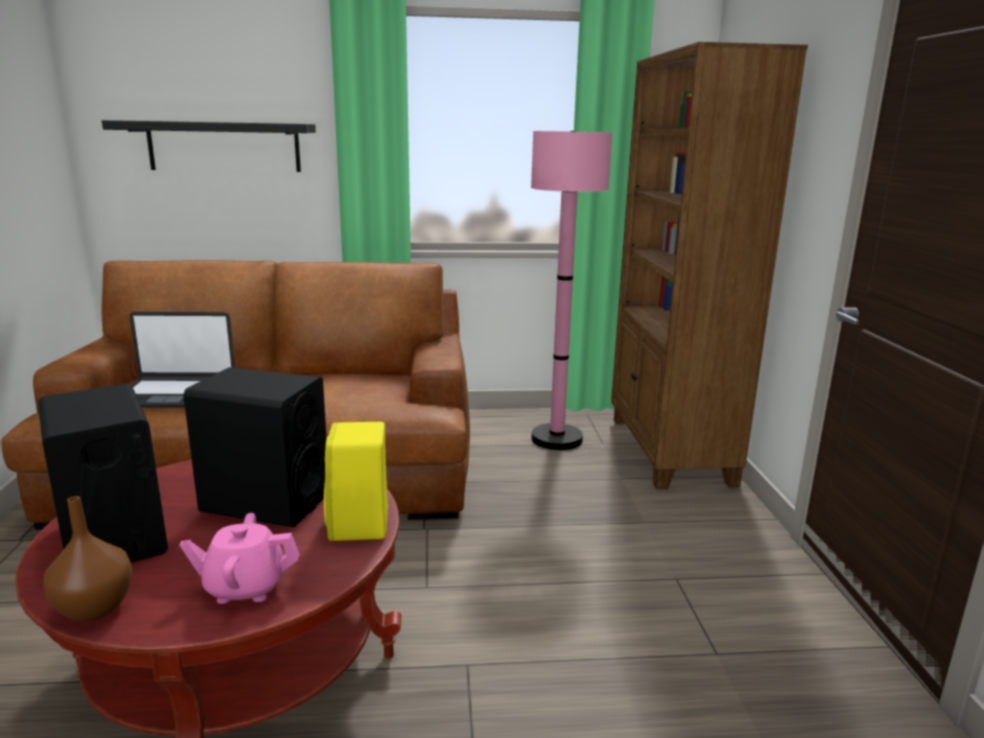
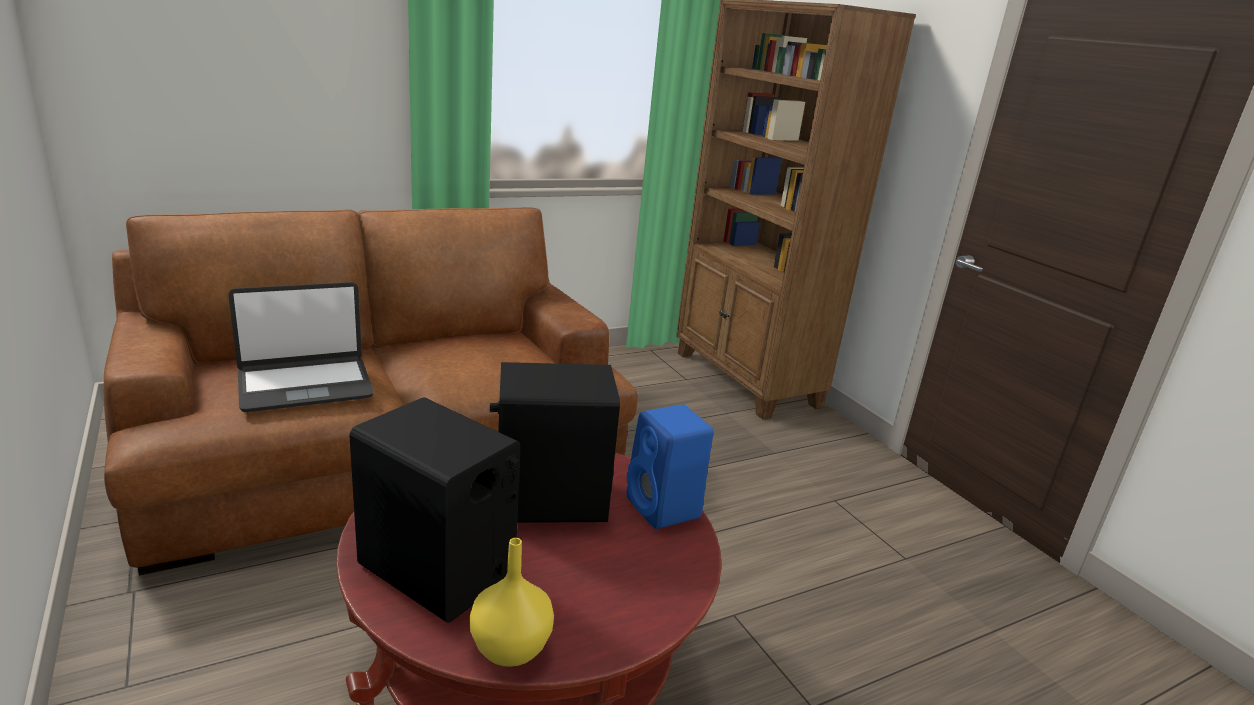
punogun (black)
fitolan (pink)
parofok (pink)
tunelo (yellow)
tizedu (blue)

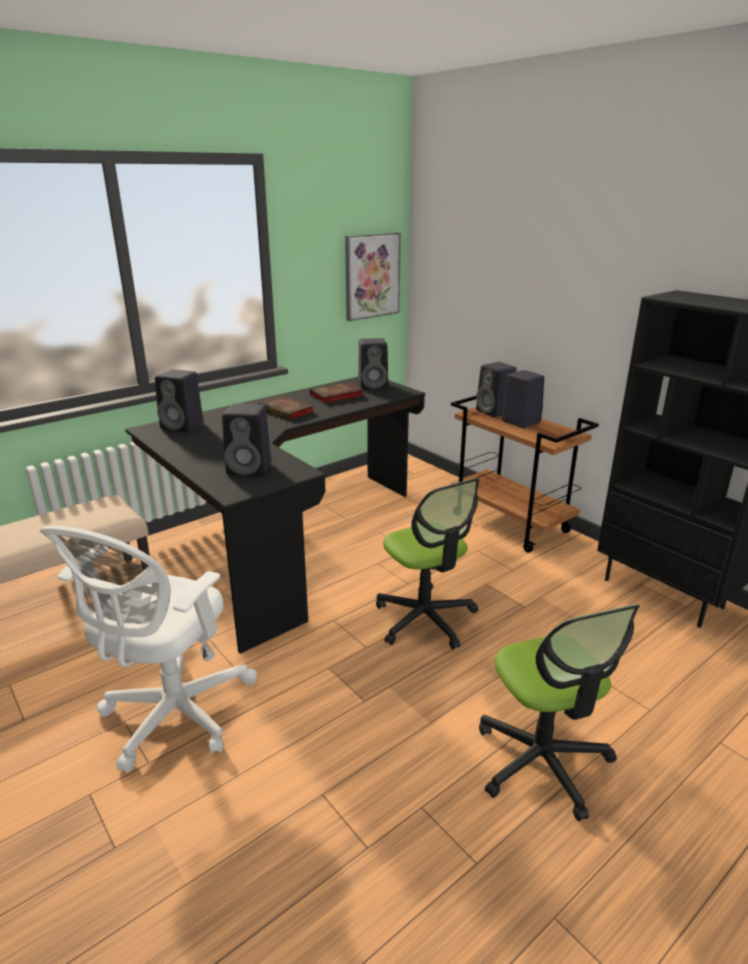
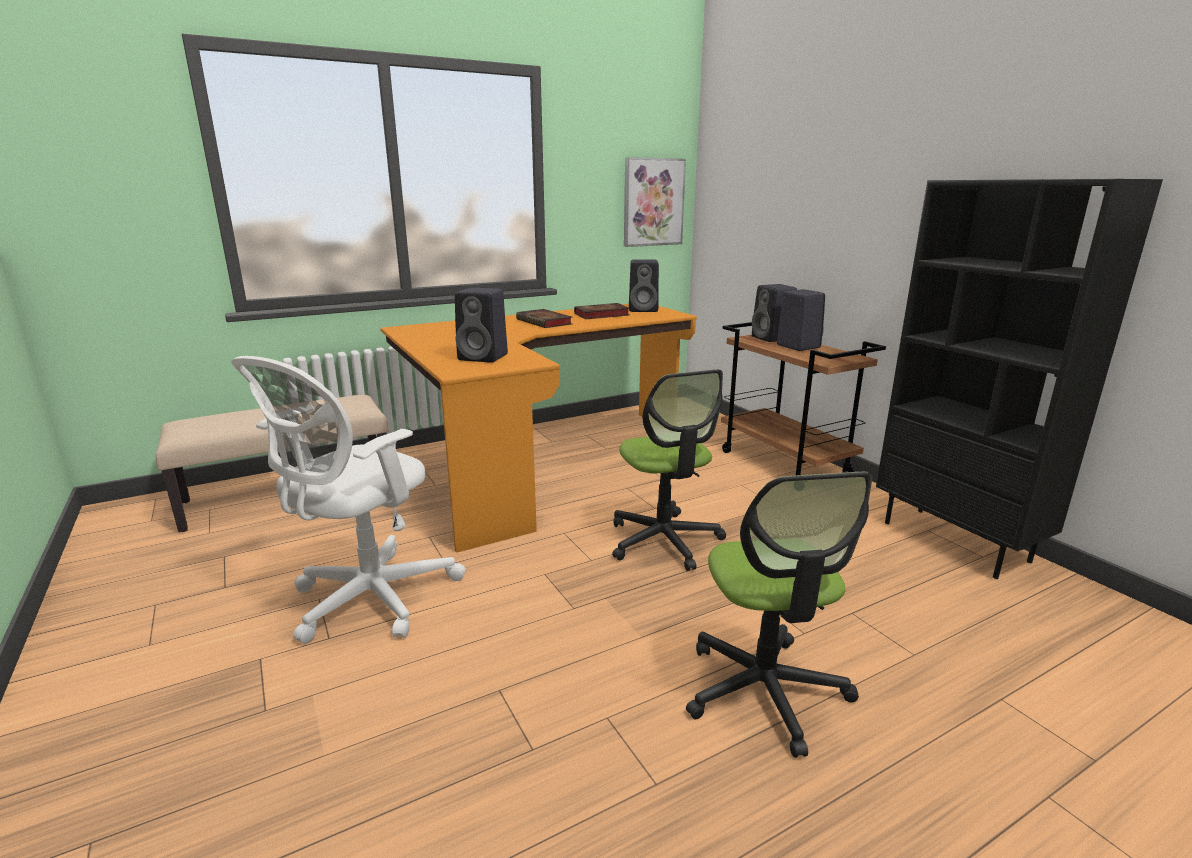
tizedu (black) (1st from left in the first image)
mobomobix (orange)

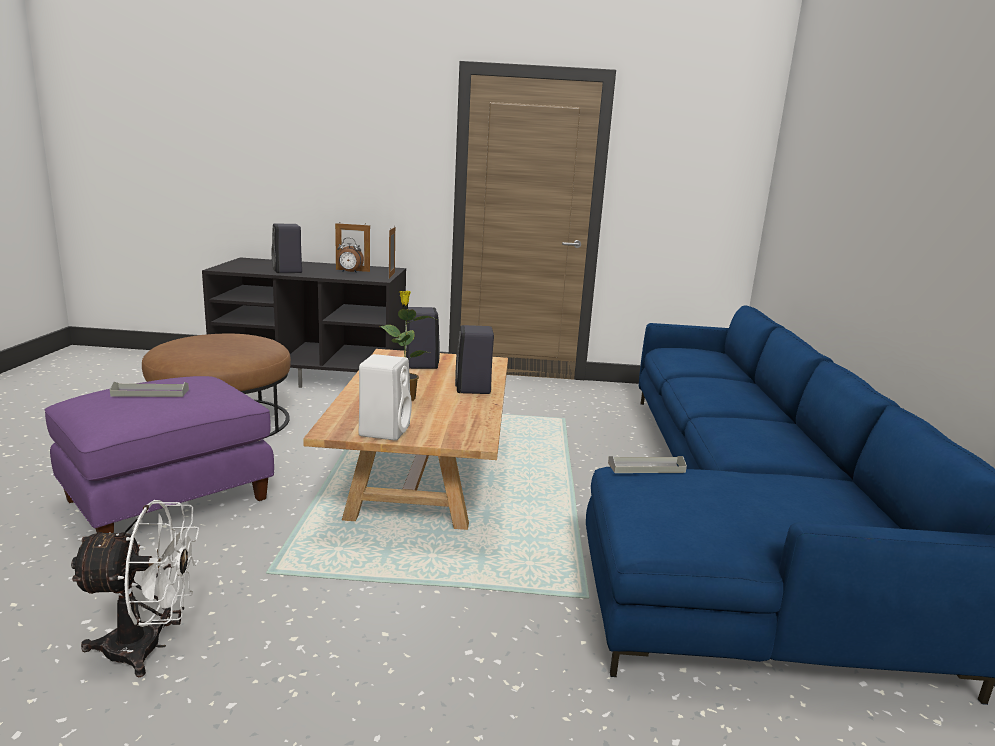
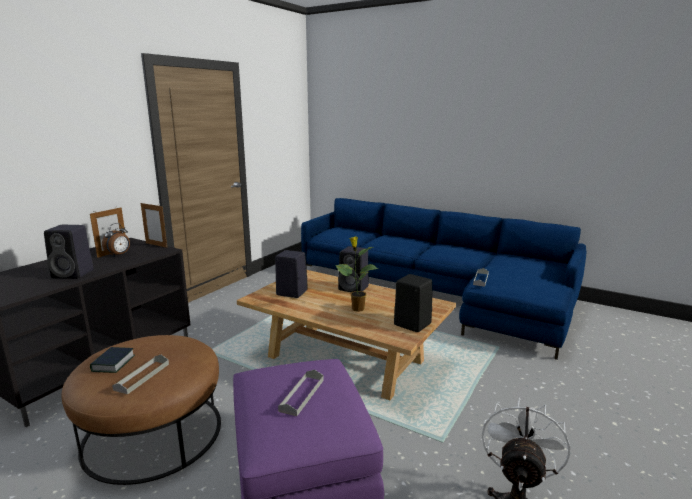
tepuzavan
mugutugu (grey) (1st from left)
tizedu (black) (4th from left)

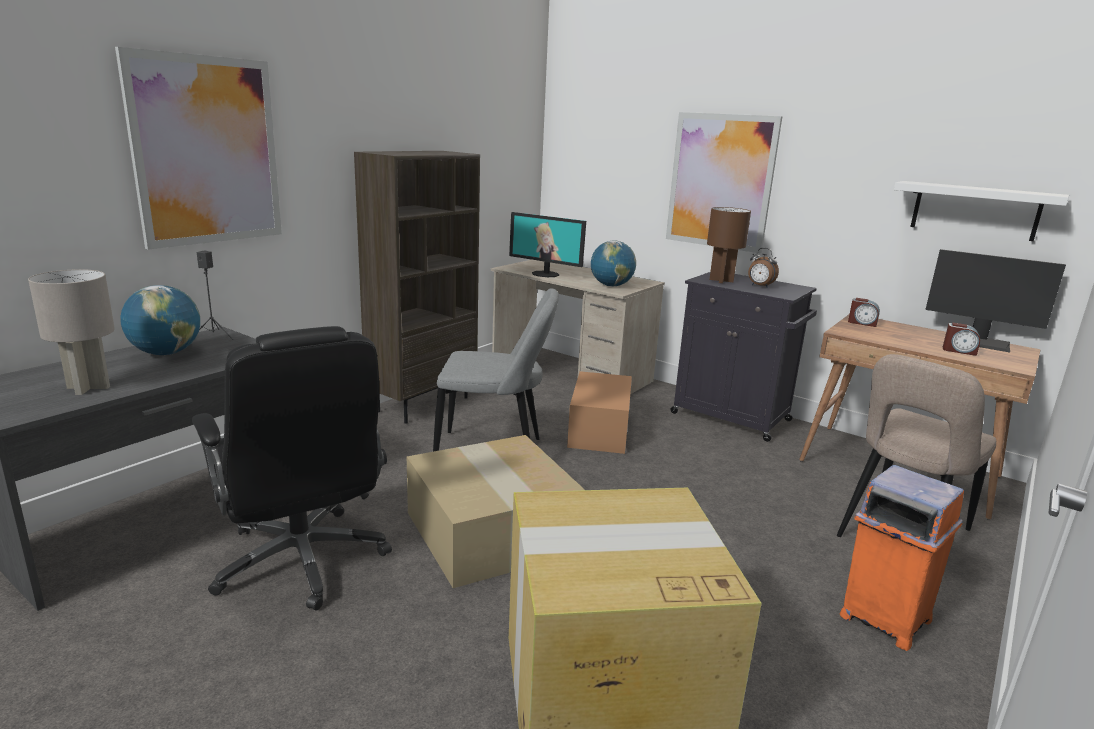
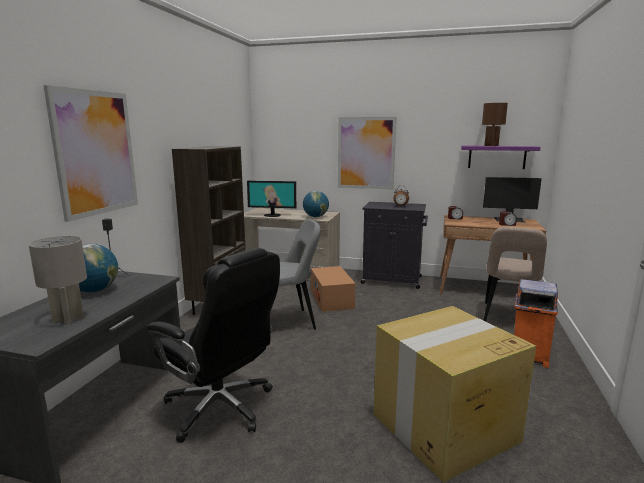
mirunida (1st from left in the first image)
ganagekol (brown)
punogun (purple)

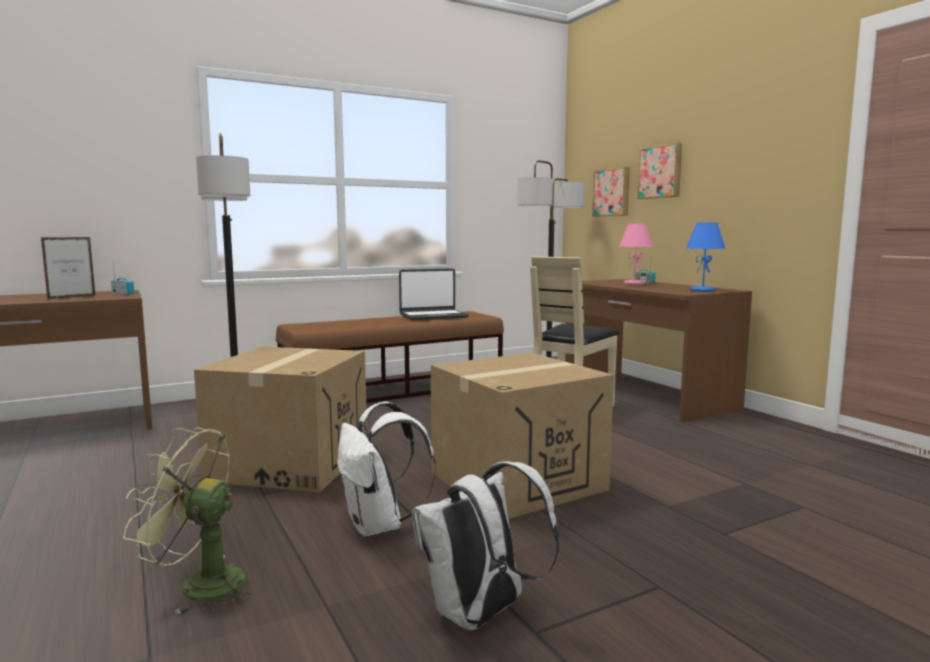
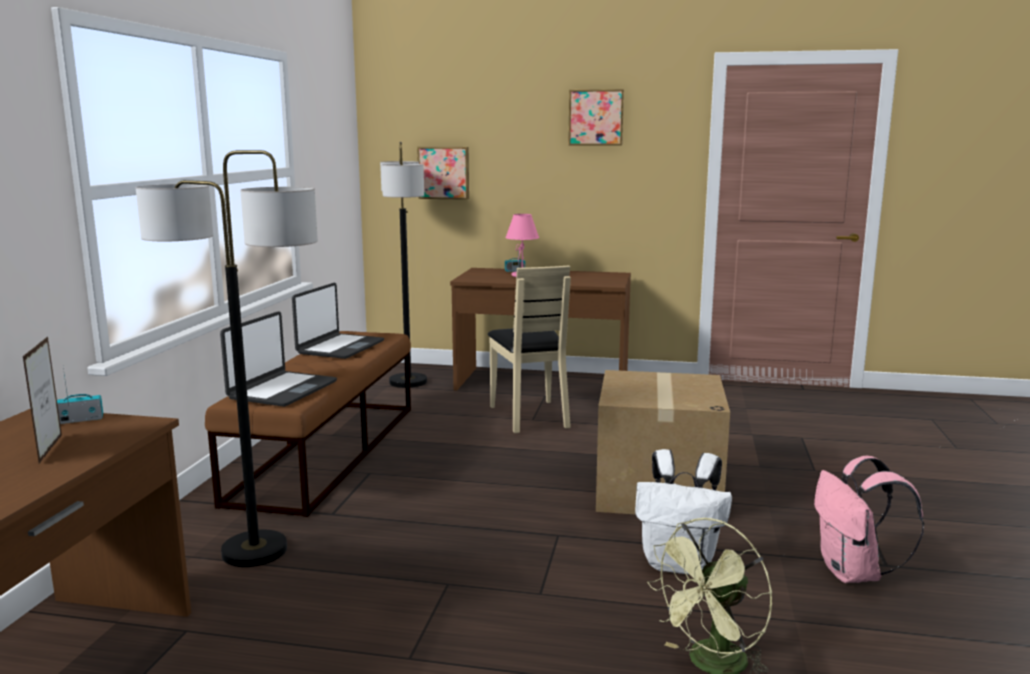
mirunida (1st from left in the first image)
ganagekol (blue)
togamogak (1st from left)
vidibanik (2nd from left)
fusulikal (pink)

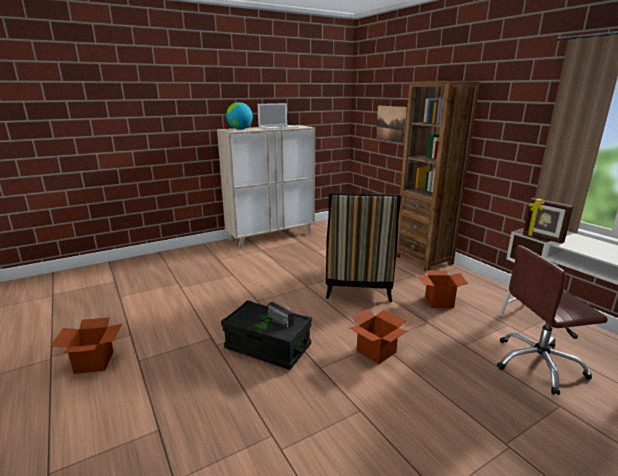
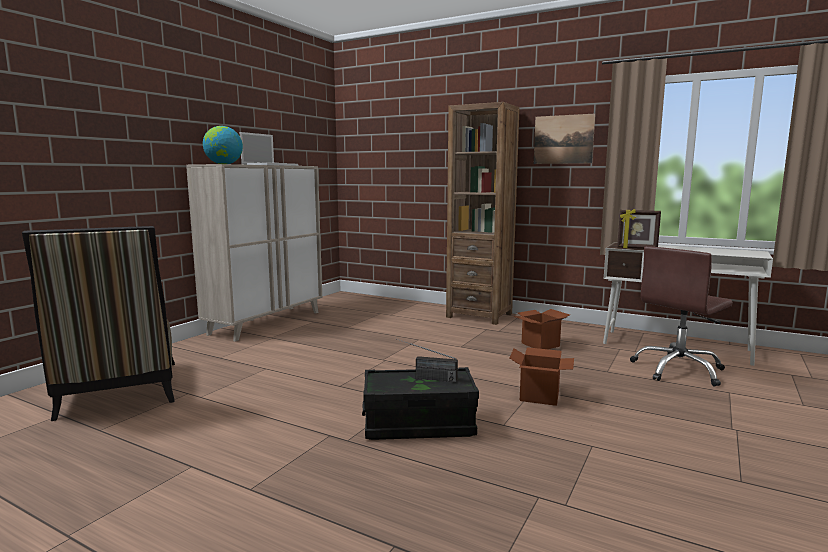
mirunida (1st from left in the first image)
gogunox
vidibanik

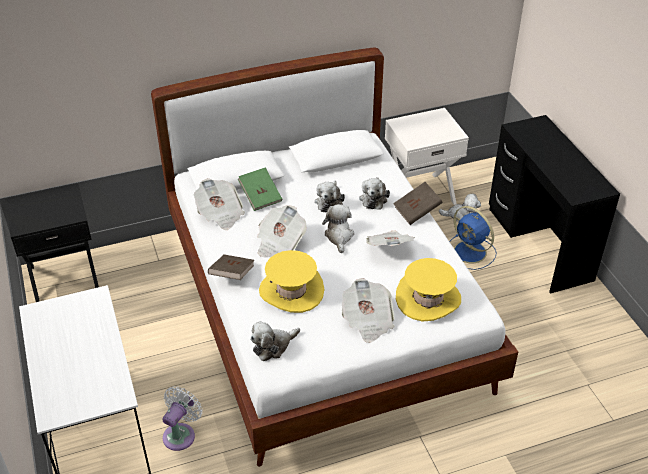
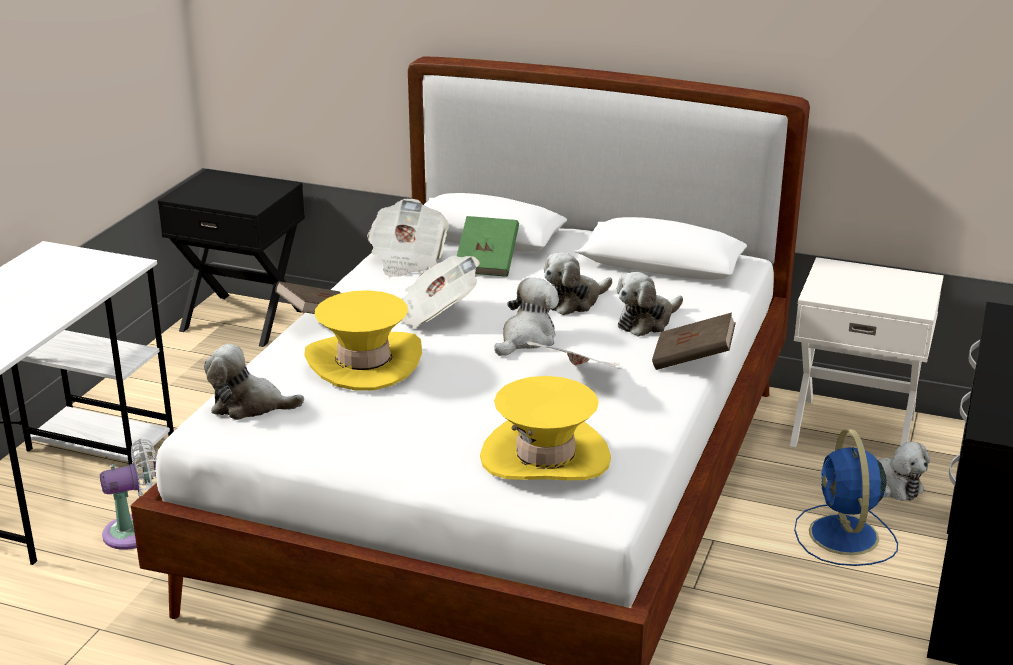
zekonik (3rd from left in the first image)

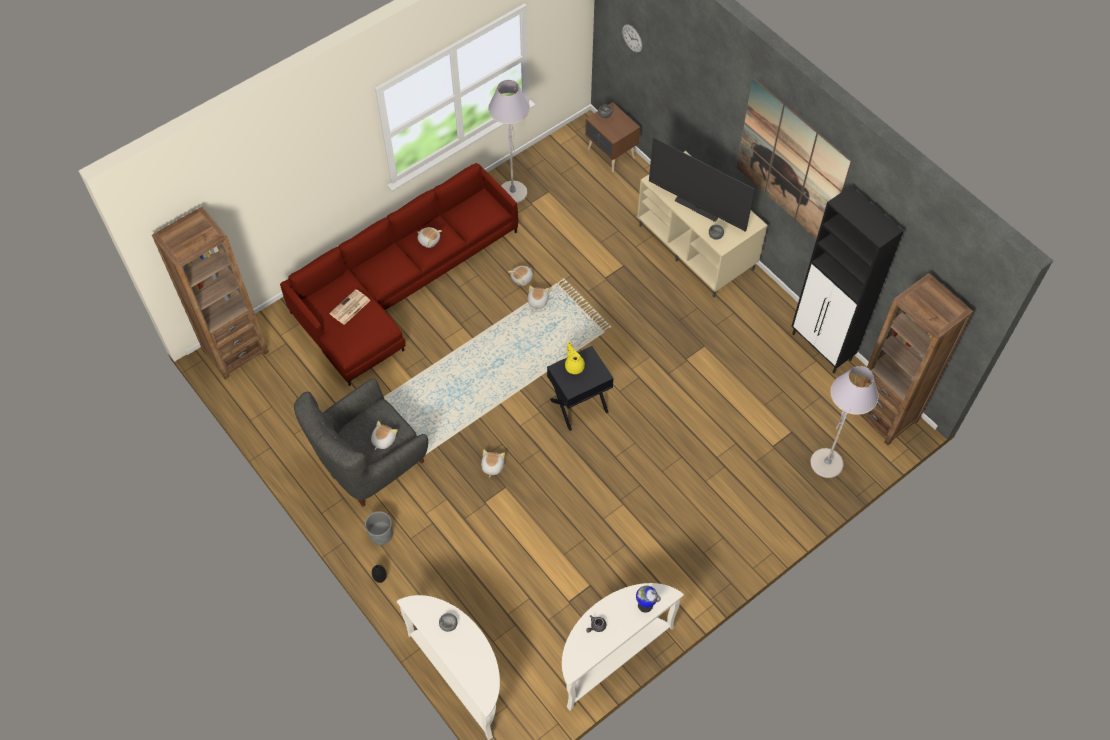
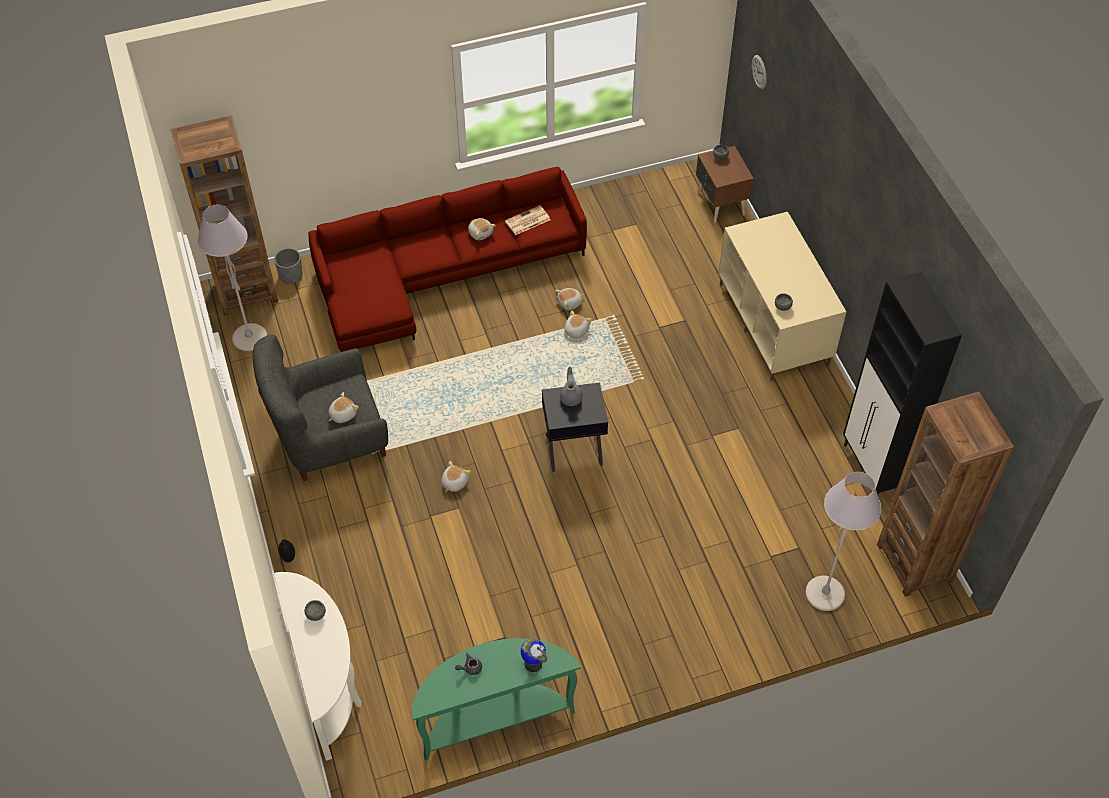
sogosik
vidibanik
zekonik
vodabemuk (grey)
parofok (grey) (1st from left)
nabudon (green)
fitolan (grey) (2nd from left)

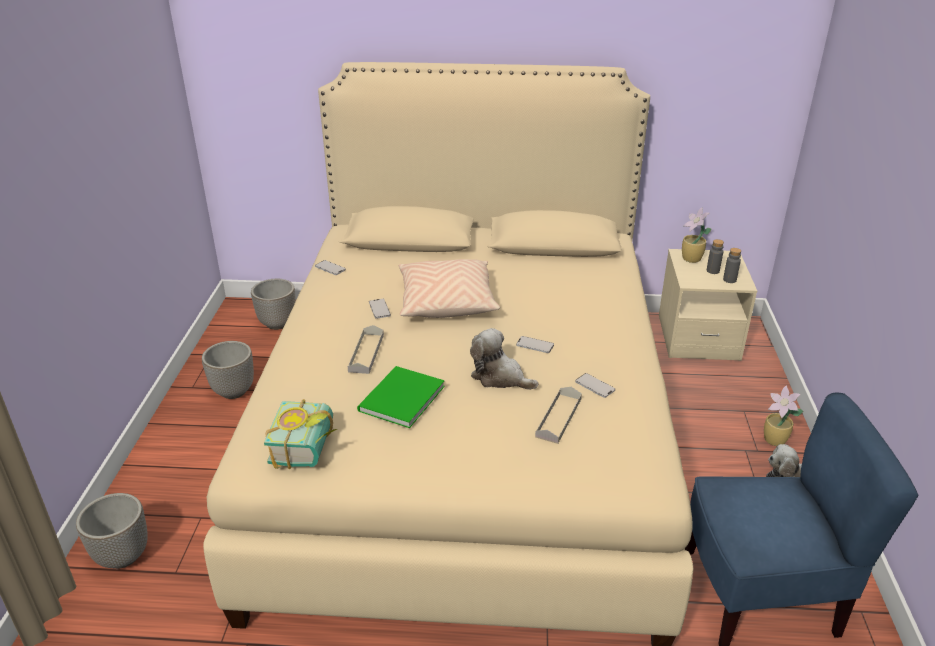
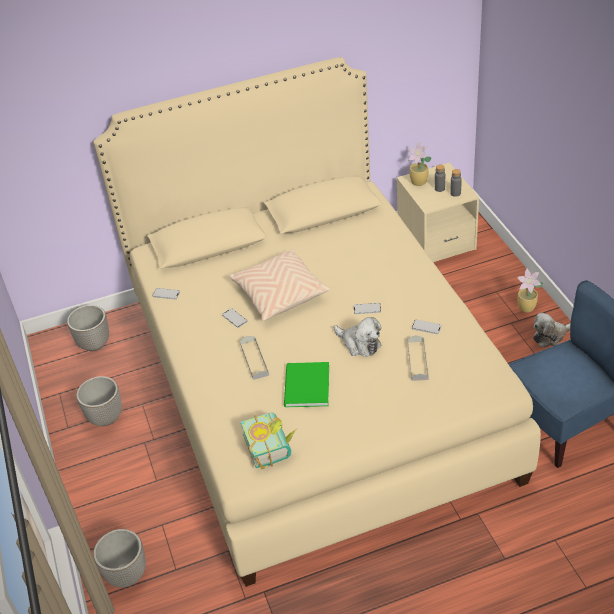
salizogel (1st from left)

